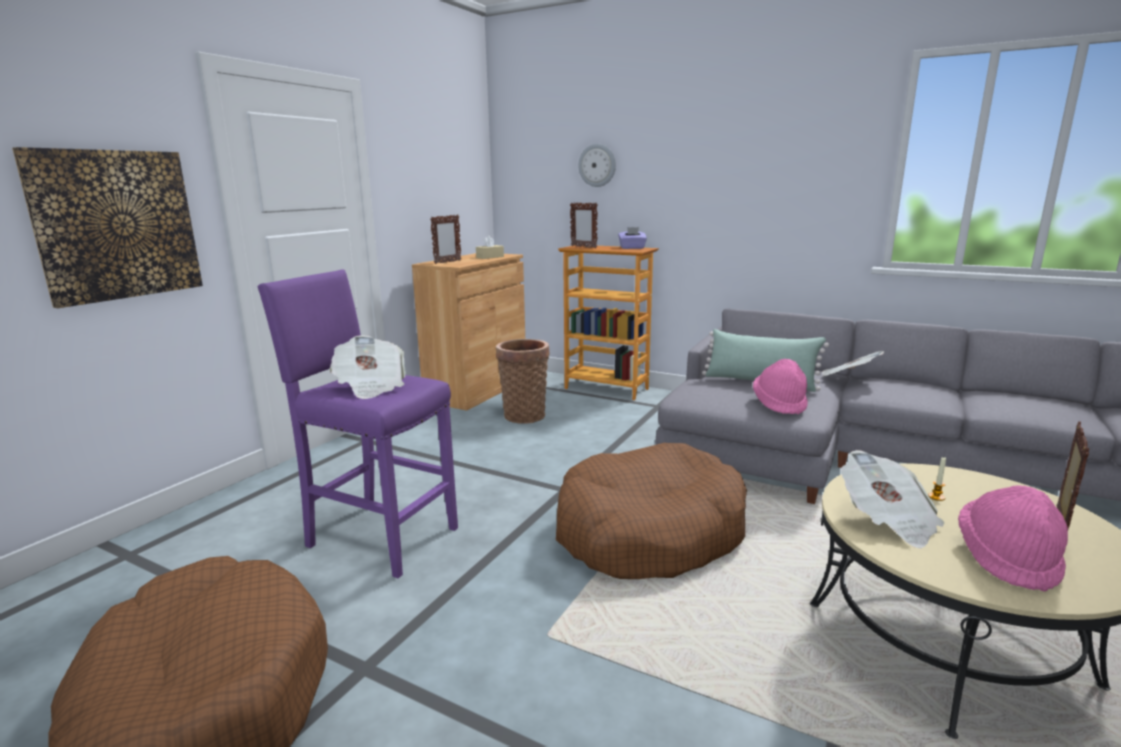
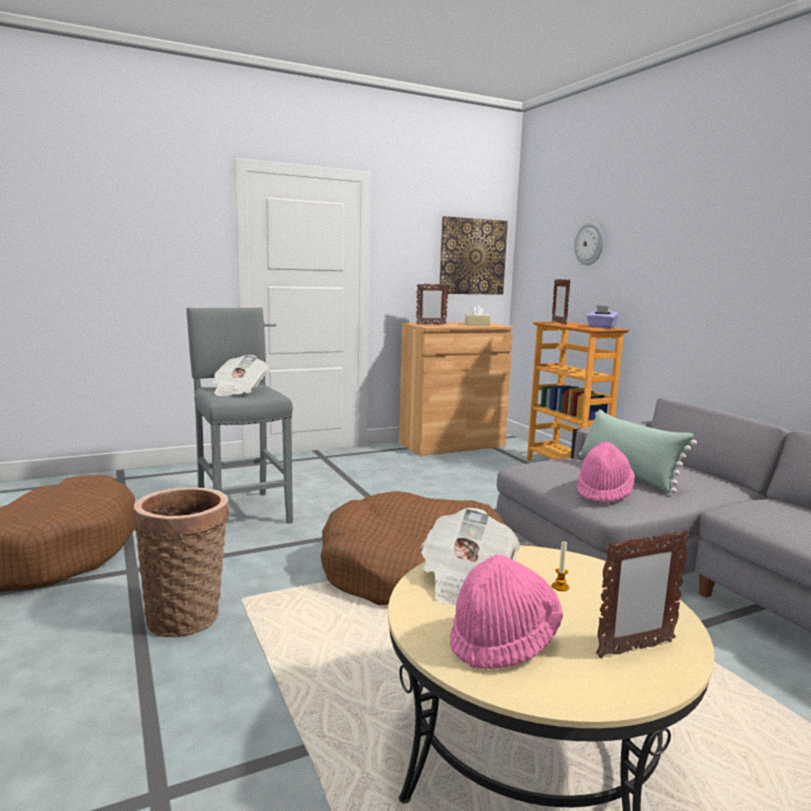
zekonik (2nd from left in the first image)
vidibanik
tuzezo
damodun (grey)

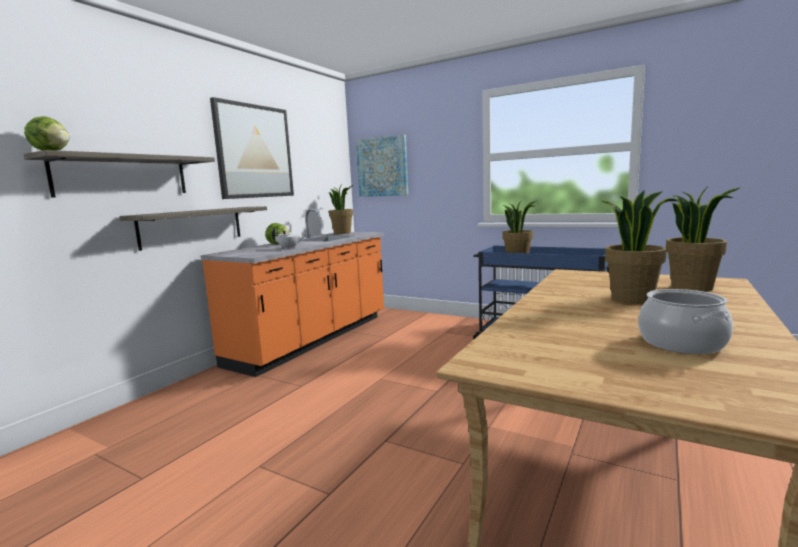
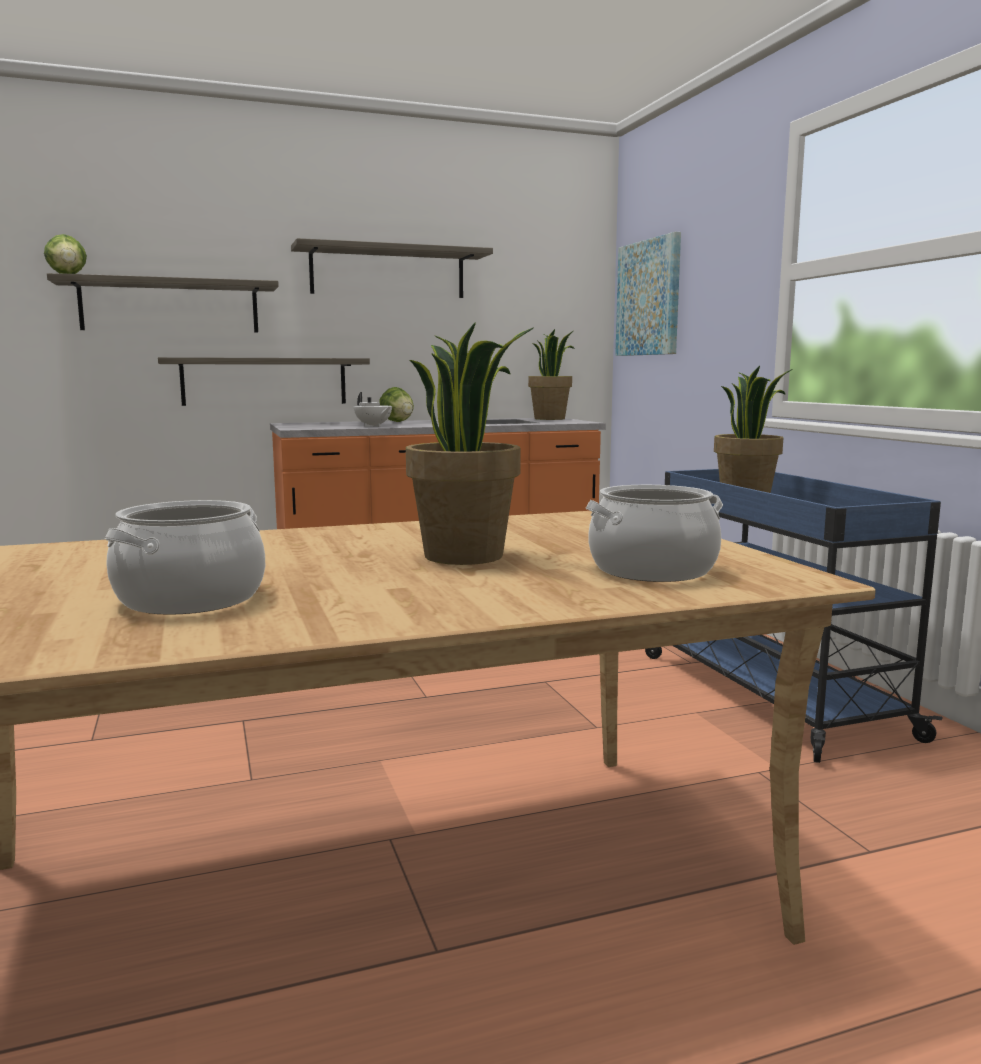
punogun (3rd from left)
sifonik (2nd from left)

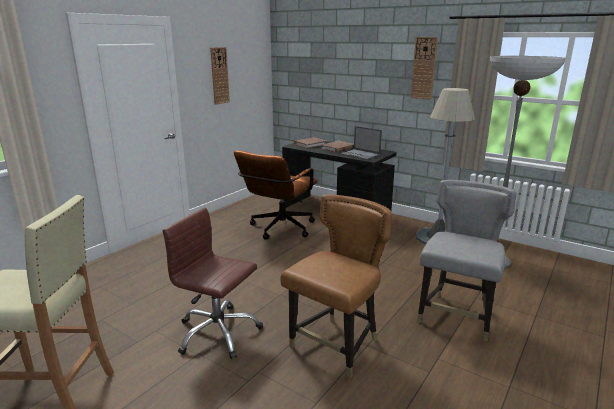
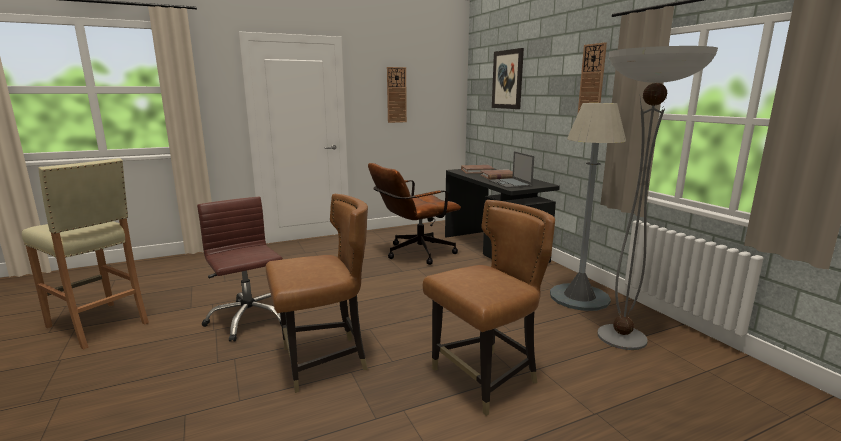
vidibanik
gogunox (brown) (2nd from left)

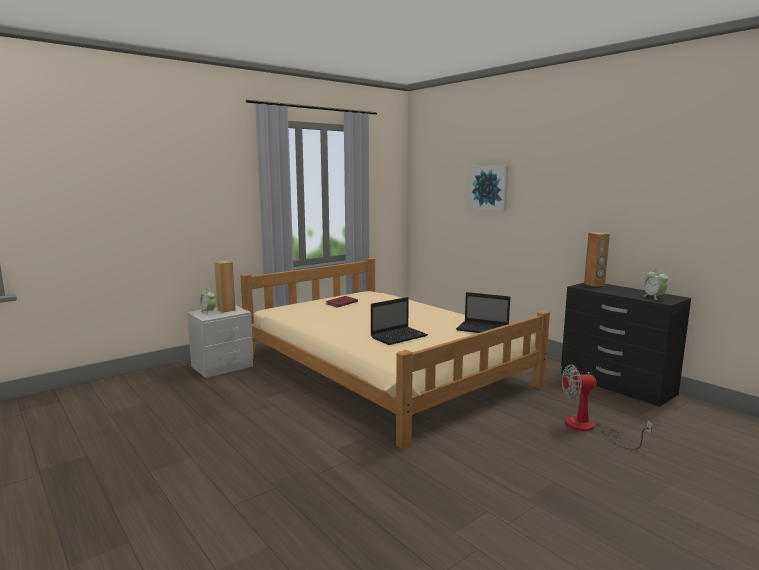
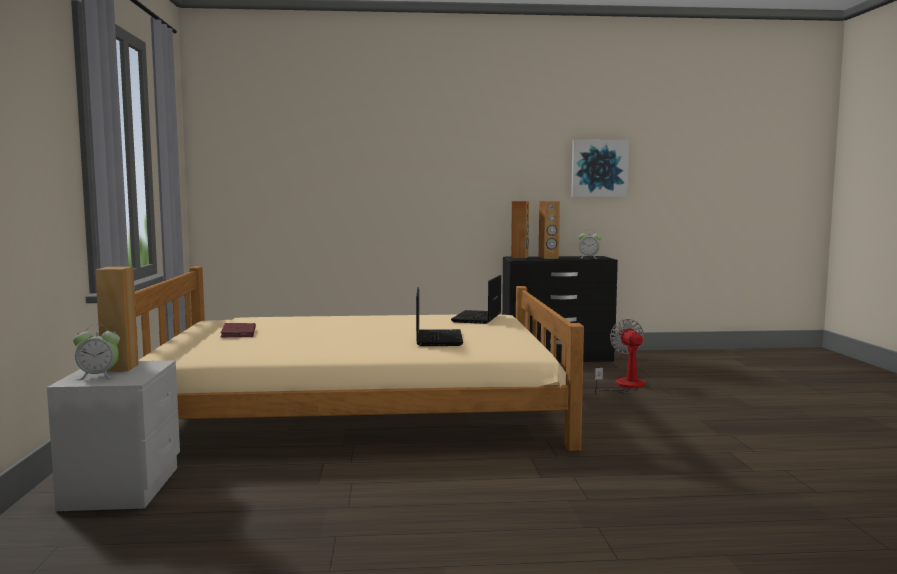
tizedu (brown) (3rd from left)
vidibanik
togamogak (2nd from left)
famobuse

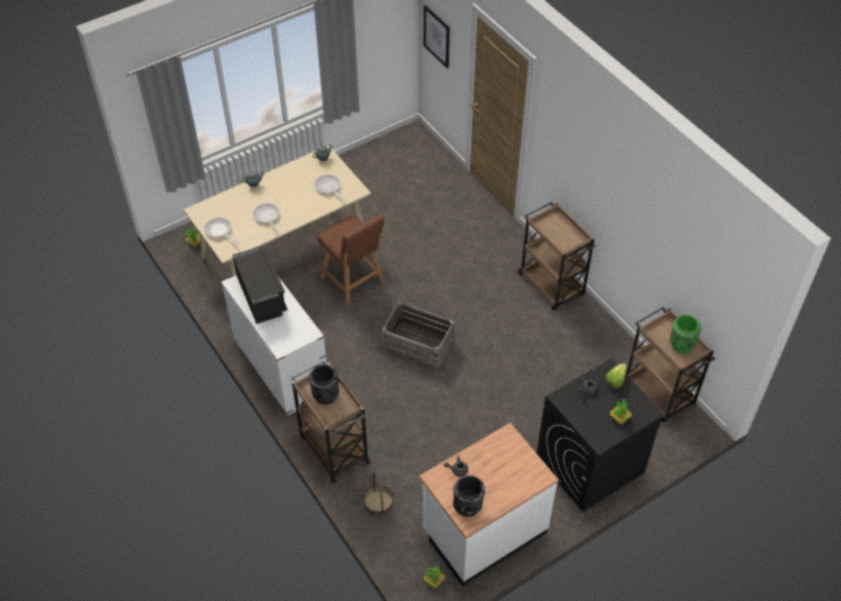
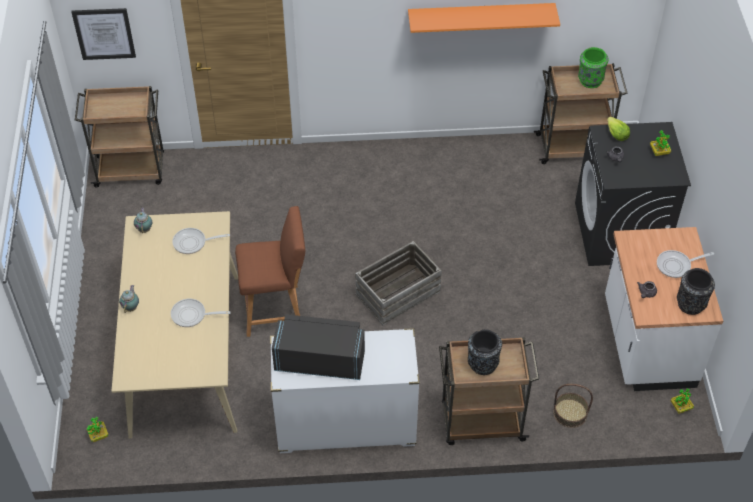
punogun (orange)
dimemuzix (3rd from left)
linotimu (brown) (1st from left)

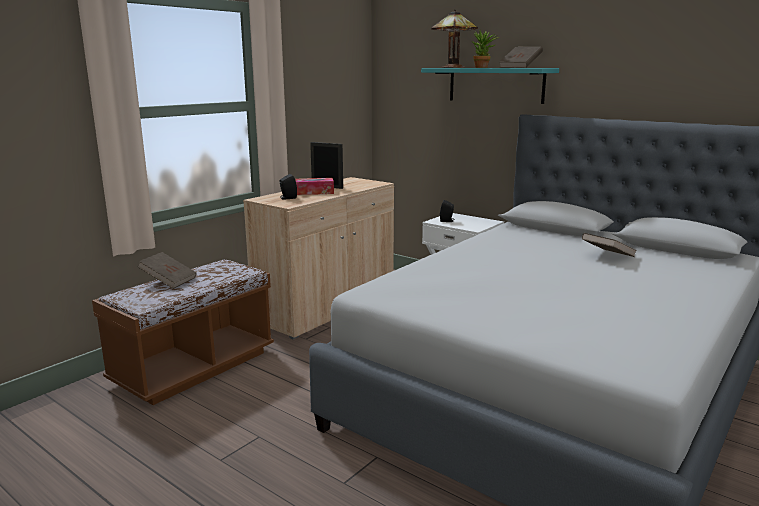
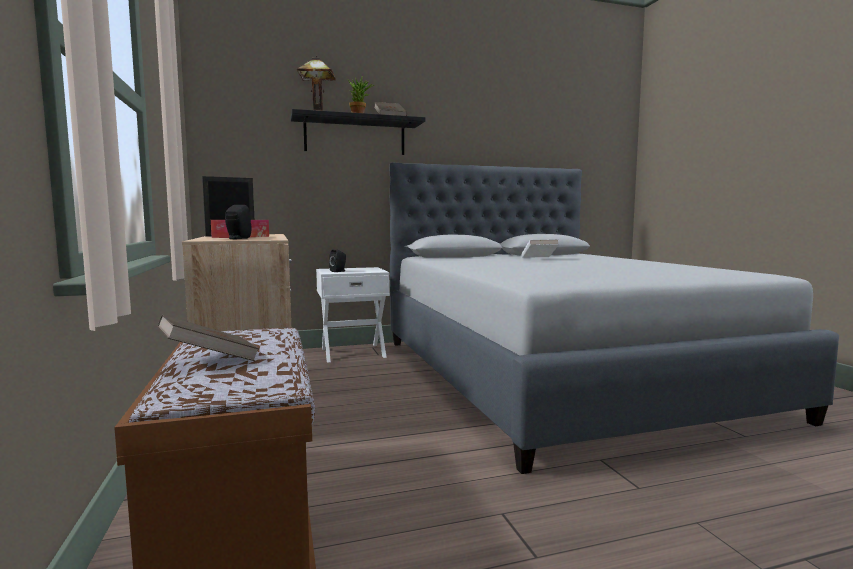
punogun (black)
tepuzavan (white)

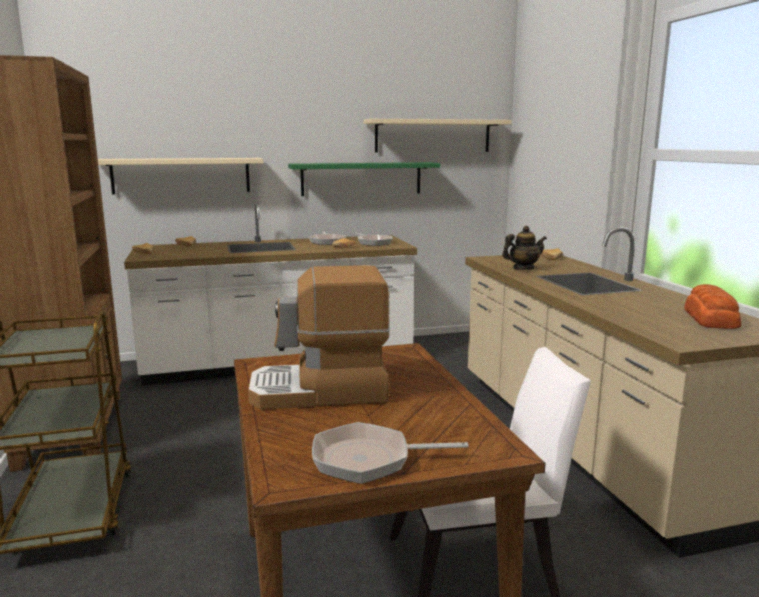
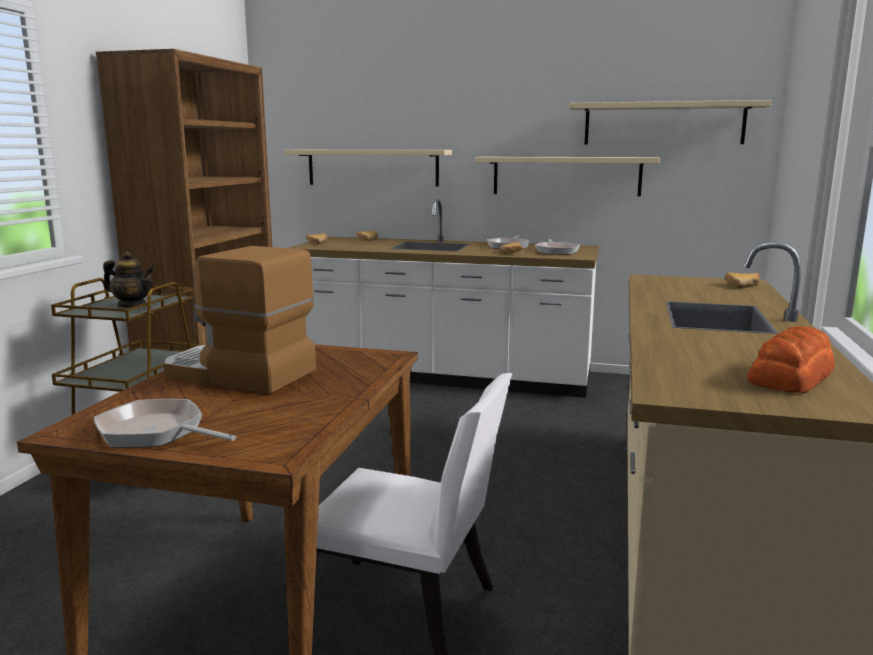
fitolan
punogun (beige) (2nd from left)

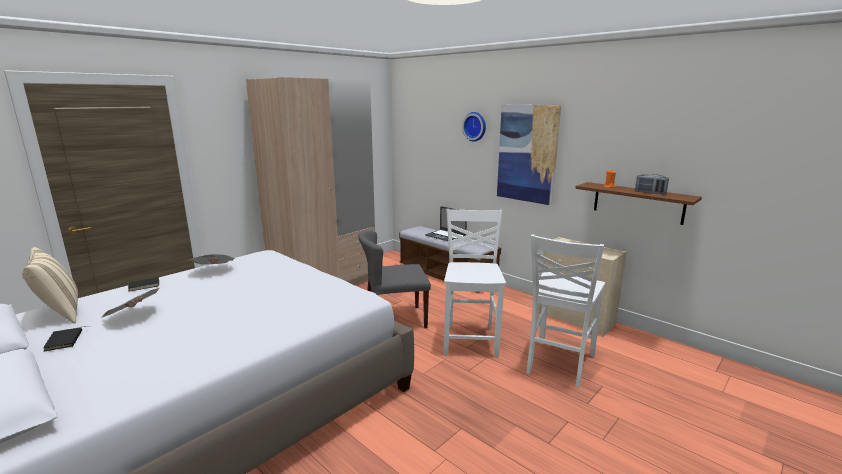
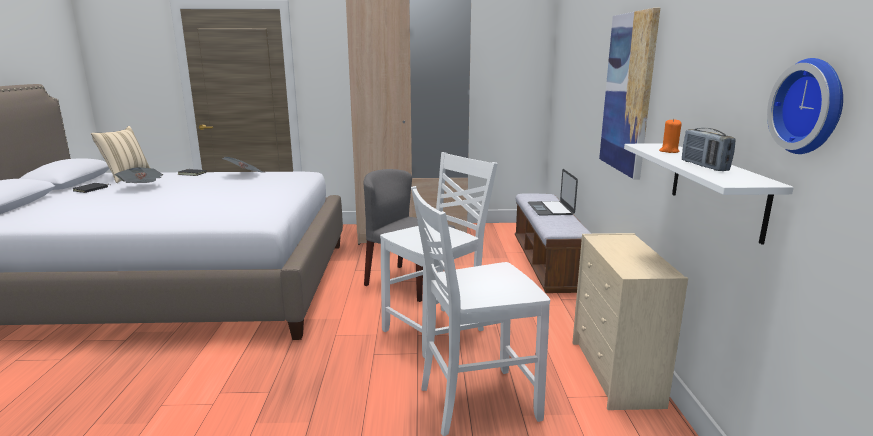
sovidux
punogun (white)

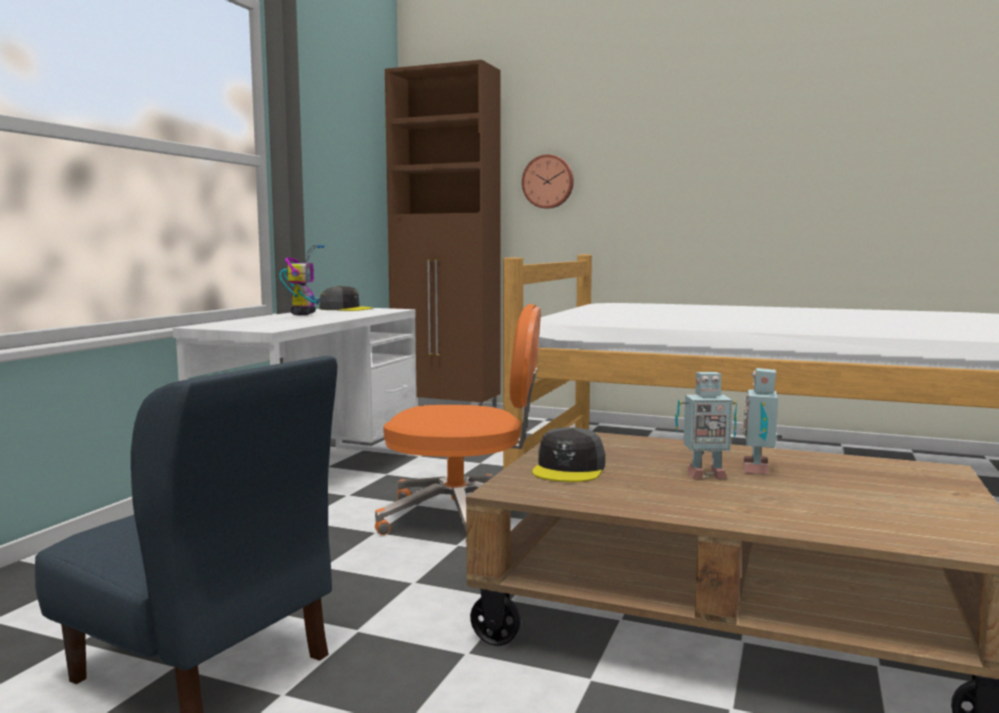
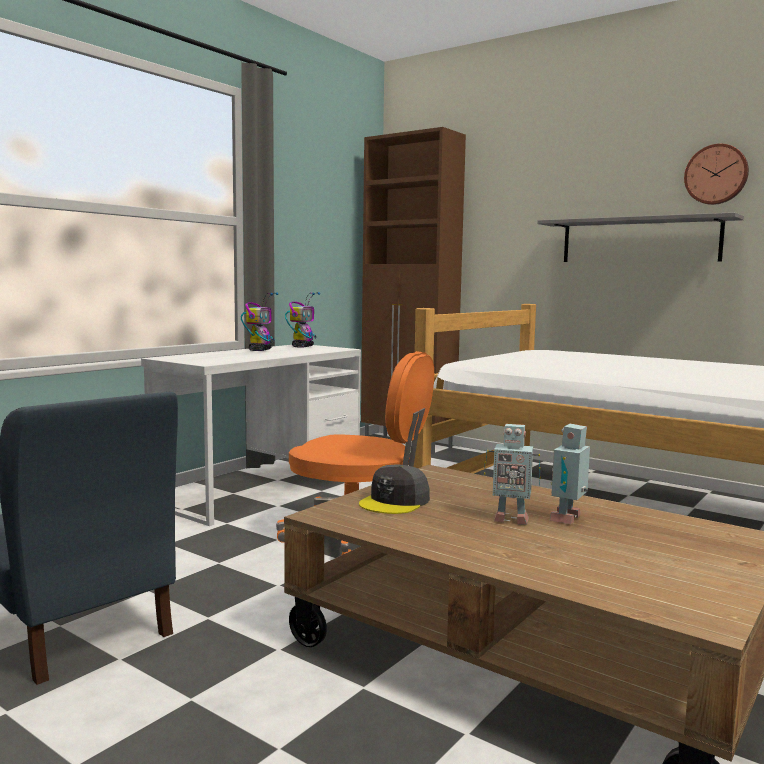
punogun (grey)
sovidux
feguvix (2nd from left)

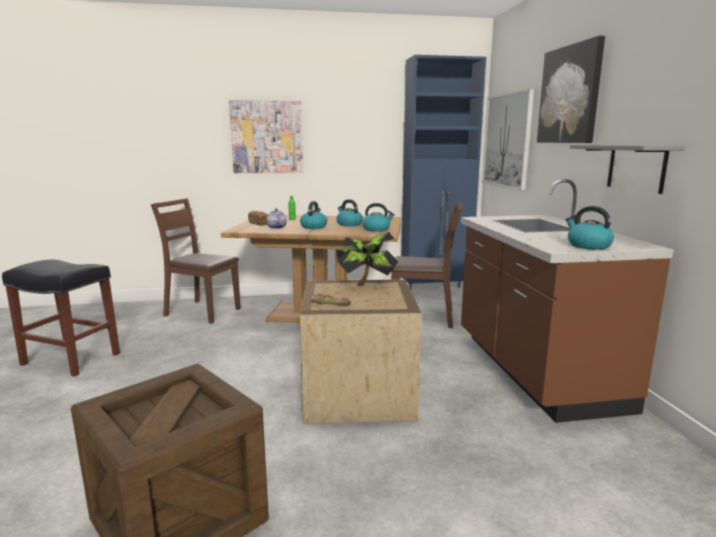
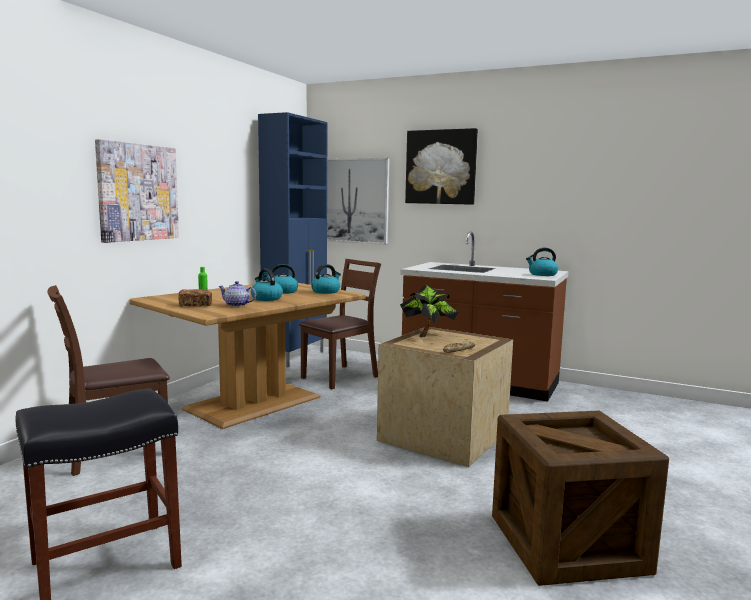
punogun (grey)

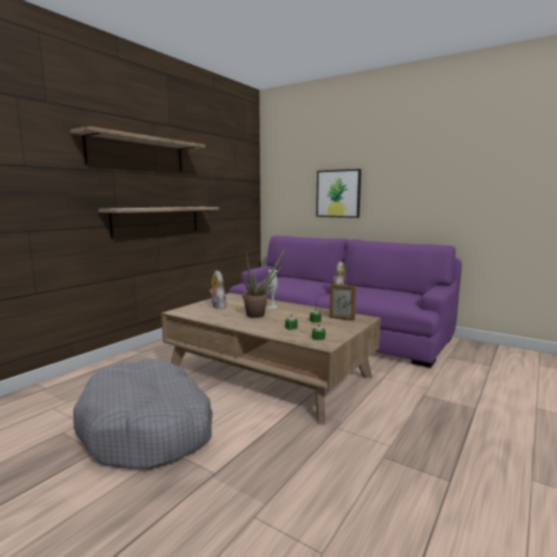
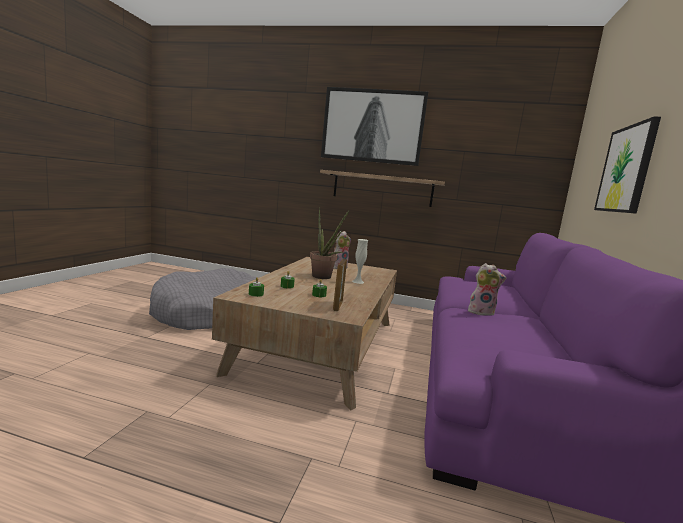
vidibanik (1st from left)

